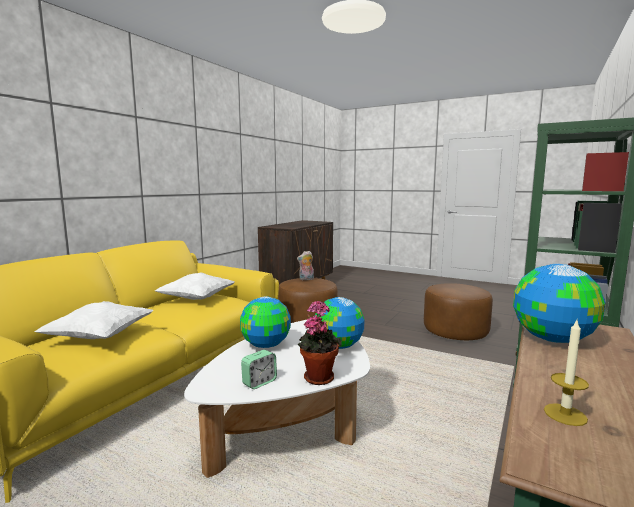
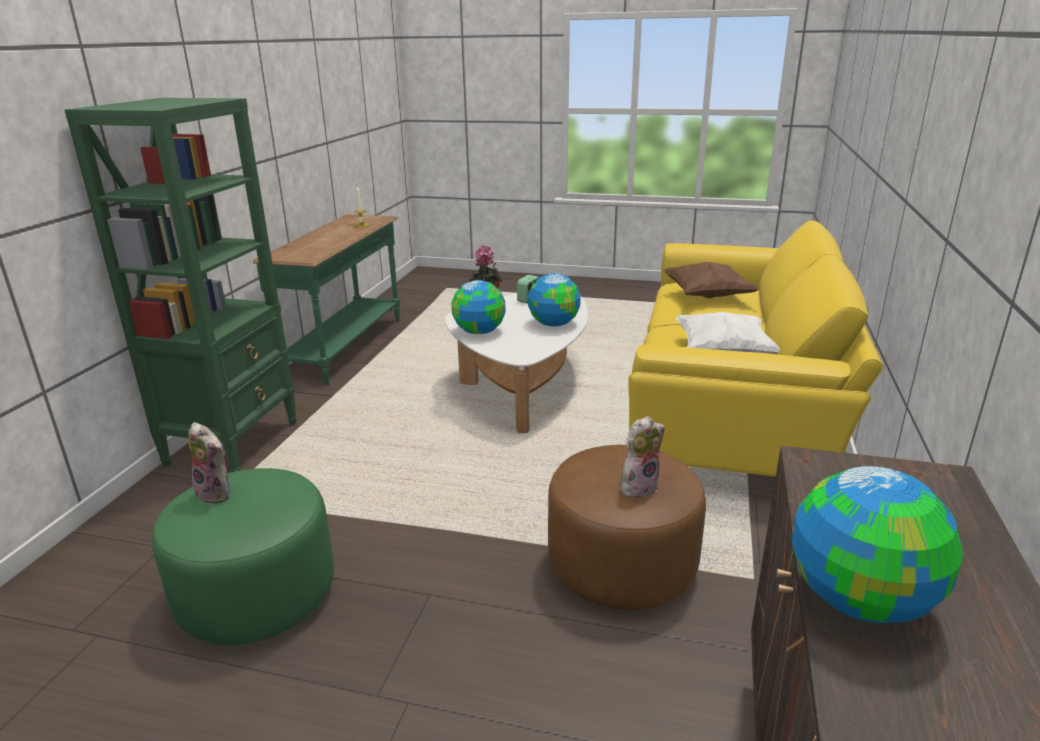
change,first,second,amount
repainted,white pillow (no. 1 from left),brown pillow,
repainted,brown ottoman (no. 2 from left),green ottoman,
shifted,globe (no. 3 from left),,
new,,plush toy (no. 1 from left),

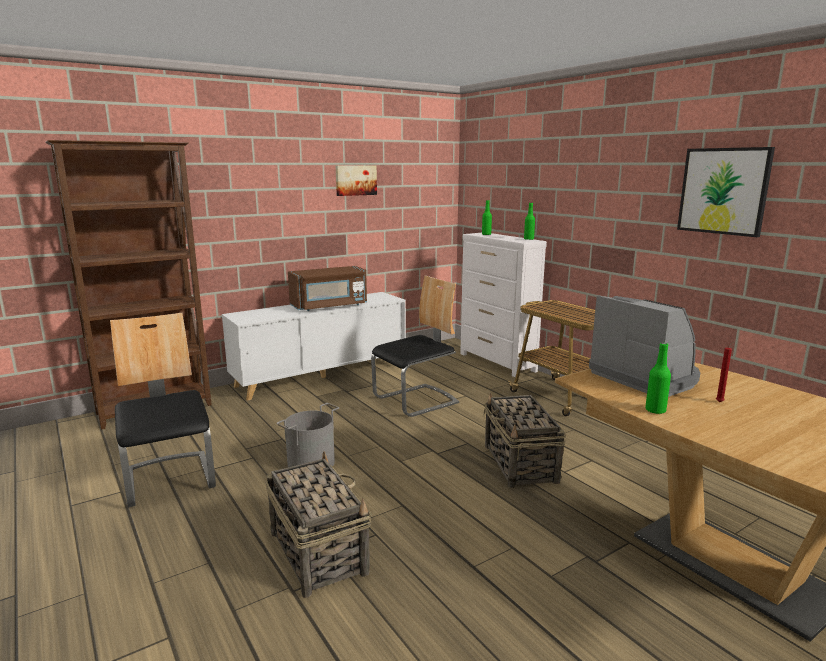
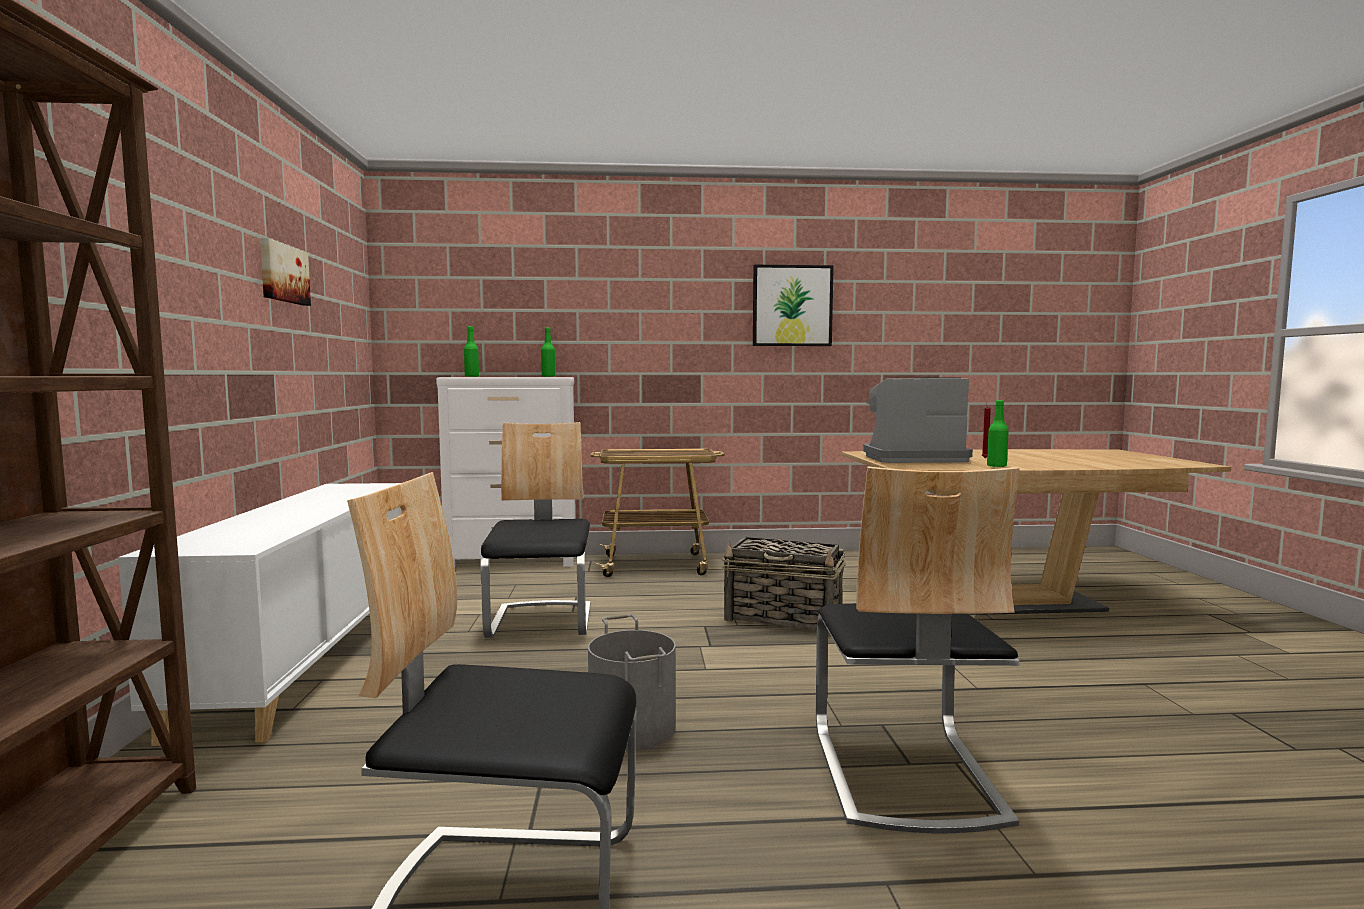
change,first,second,amount
swapped,basket (no. 1 from left),chair (no. 3 from left),
gone,brown microwave,,

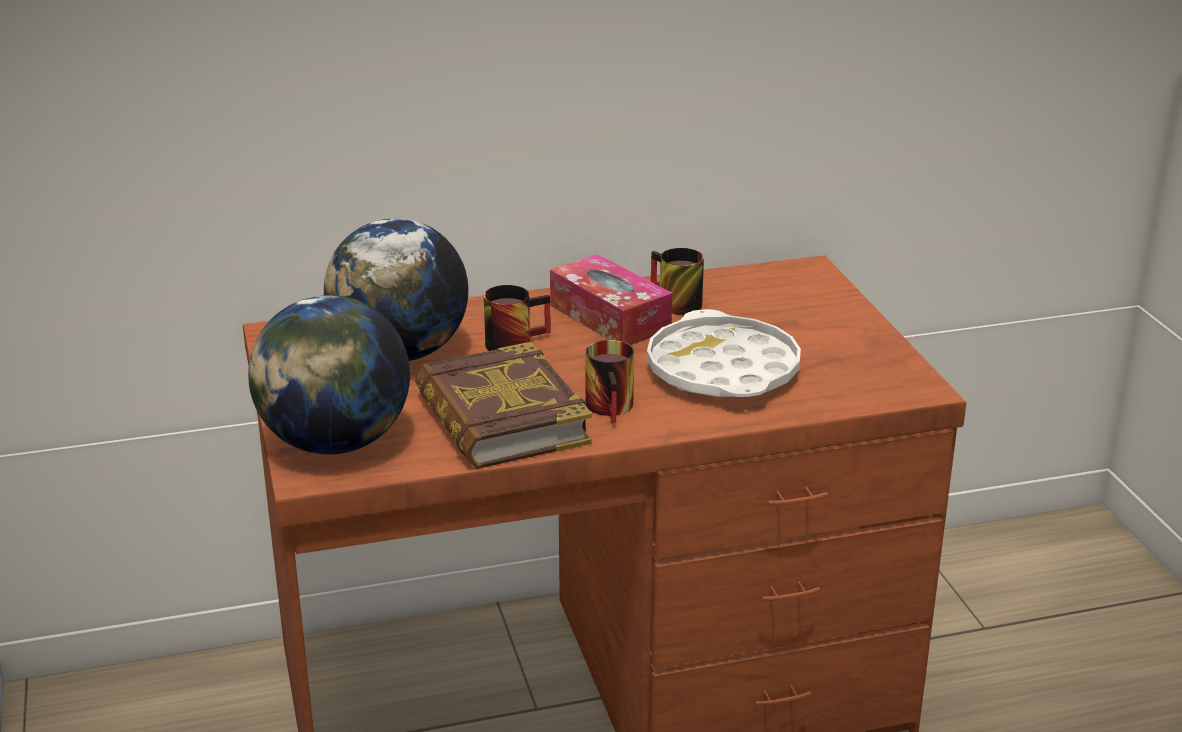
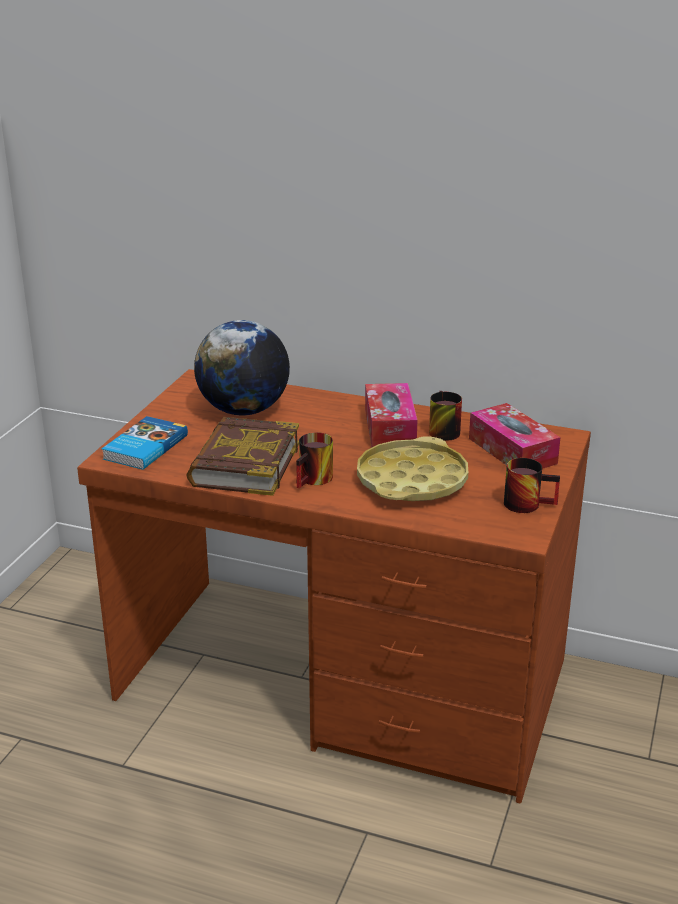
change,first,second,amount
swapped,globe (no. 1 from left),book (no. 1 from left),
shifted,mug (no. 1 from left in the first image),mug (no. 3 from left),
repainted,white tray,yellow tray,
new,,tissue box (no. 2 from left),

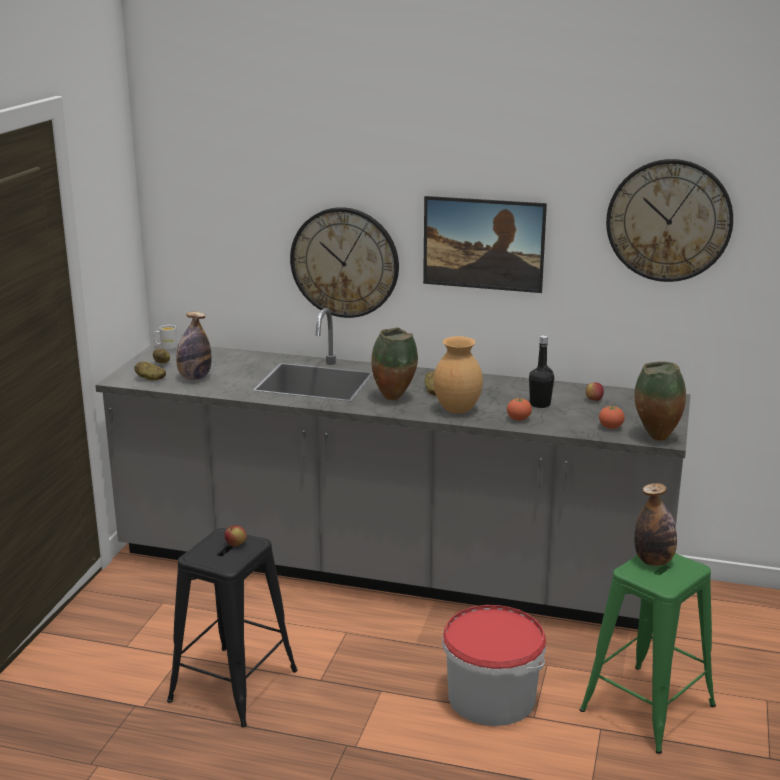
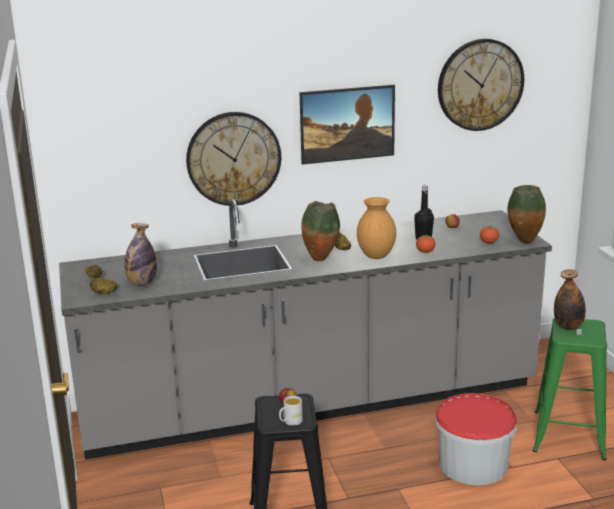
change,first,second,amount
shifted,white mug,,

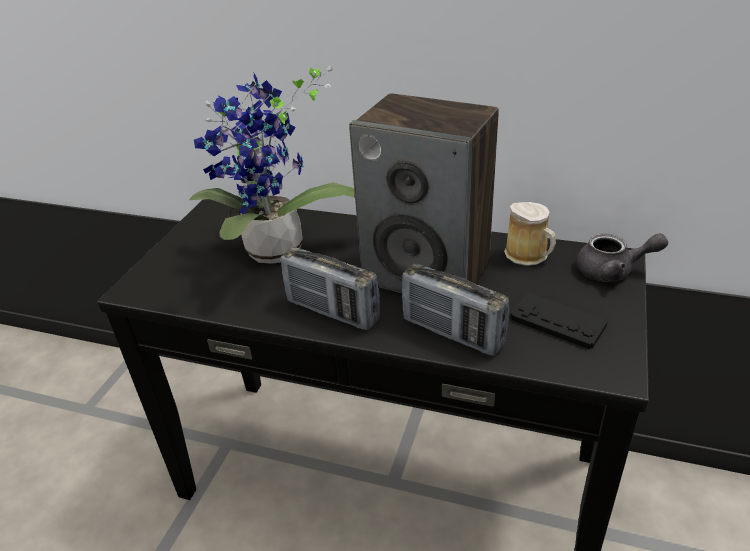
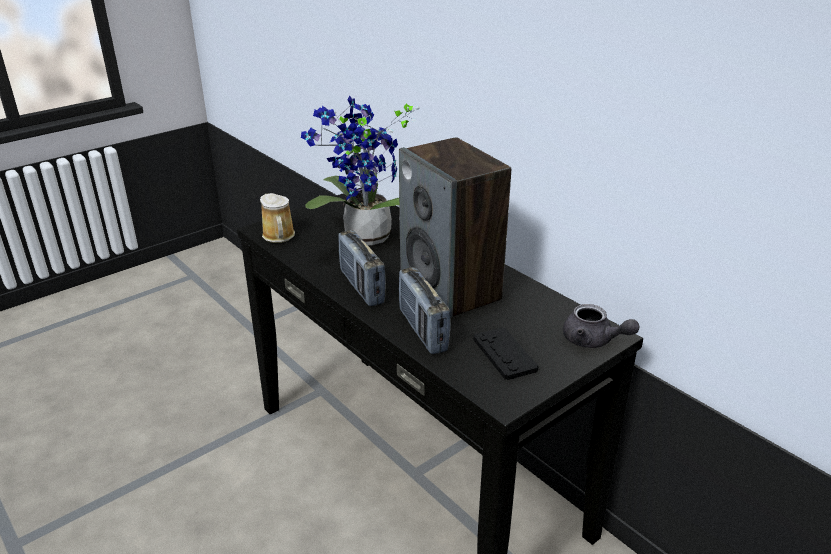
change,first,second,amount
shifted,mug,,

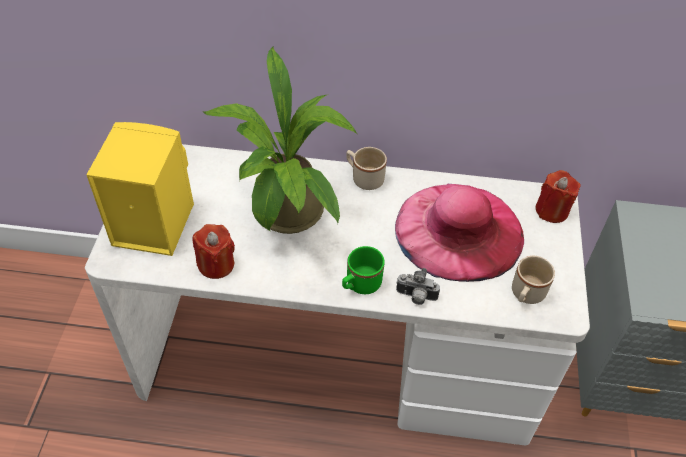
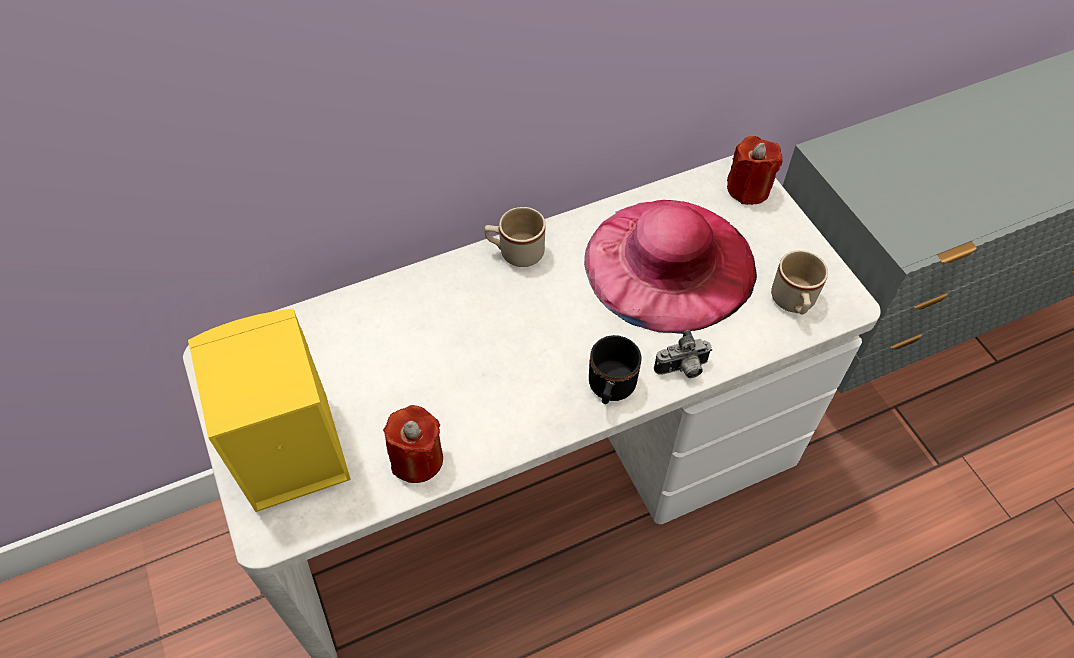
change,first,second,amount
gone,potted plant,,
repainted,green mug,black mug,

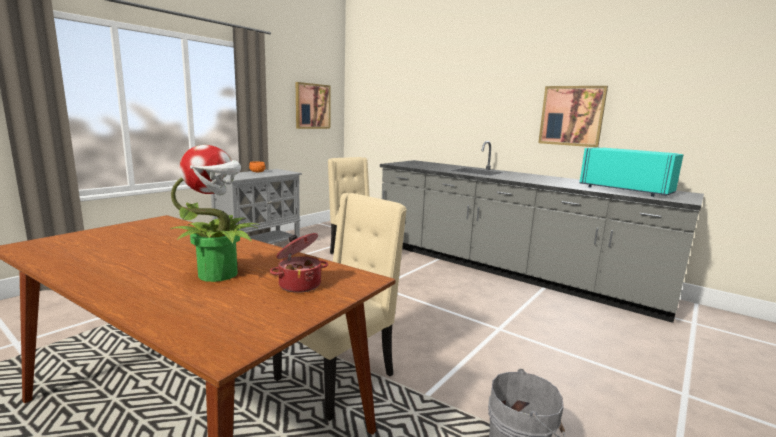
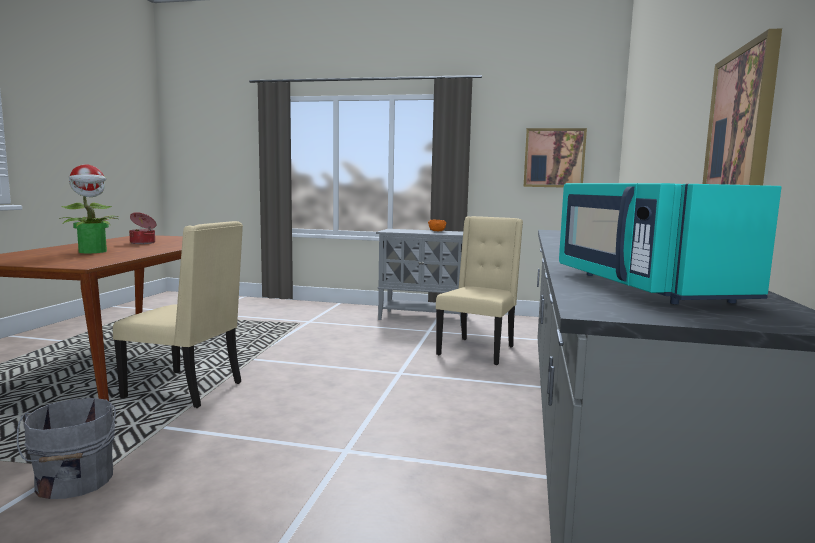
change,first,second,amount
shifted,cooking pot,,
rotated,turquoise microwave,,150 degrees clockwise

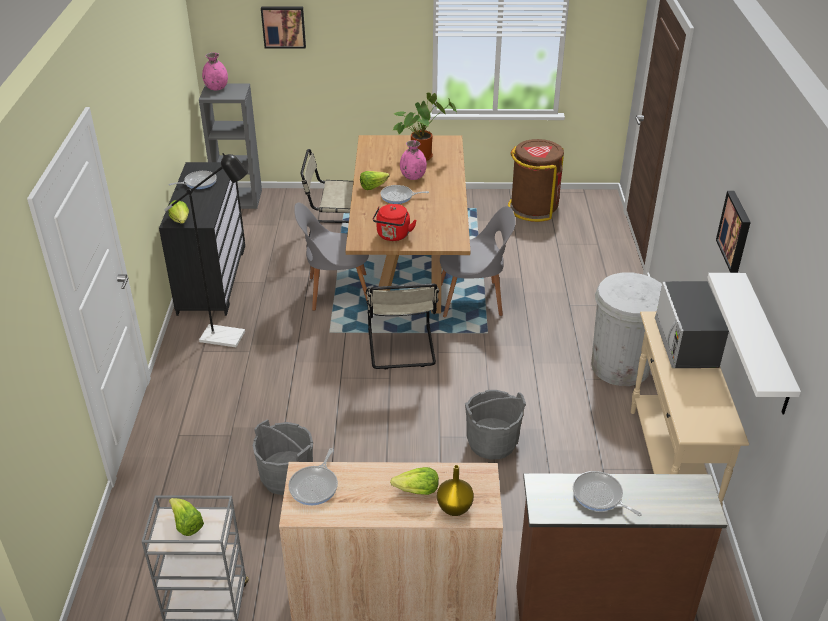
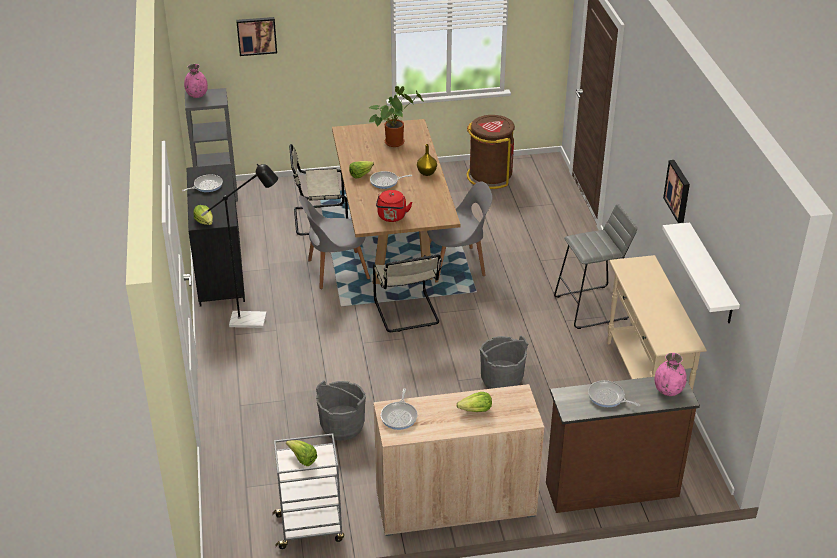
change,first,second,amount
shifted,pink vase (no. 2 from left),,
shifted,yellow vase,,
swapped,white trash can,grey stool,
gone,microwave,,

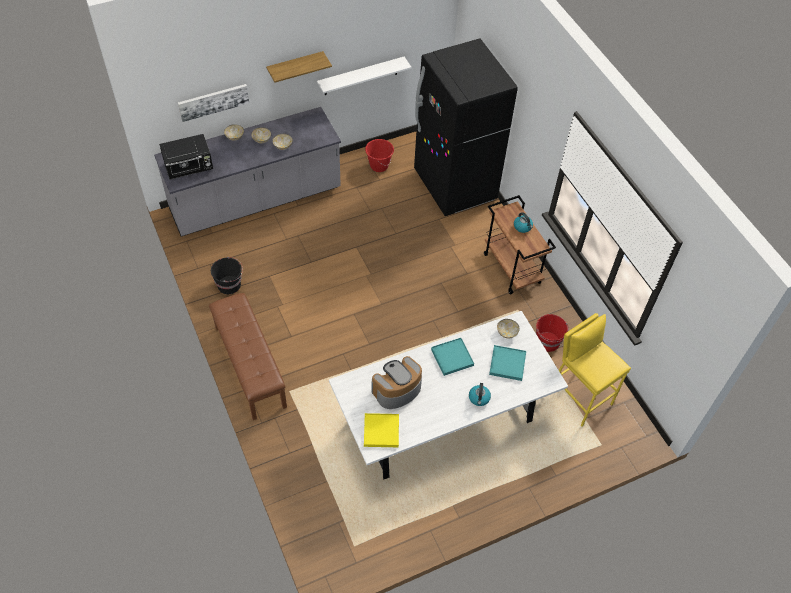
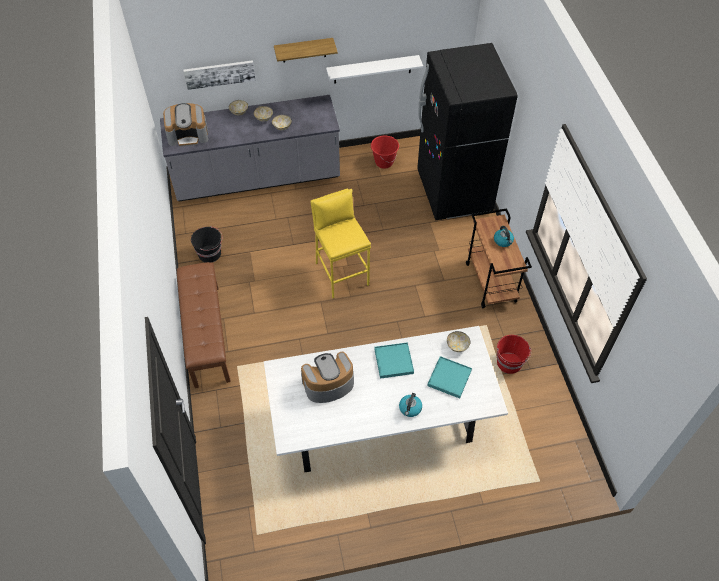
change,first,second,amount
swapped,black microwave,coffee machine (no. 1 from left),
gone,yellow tray,,
shifted,yellow stool,,

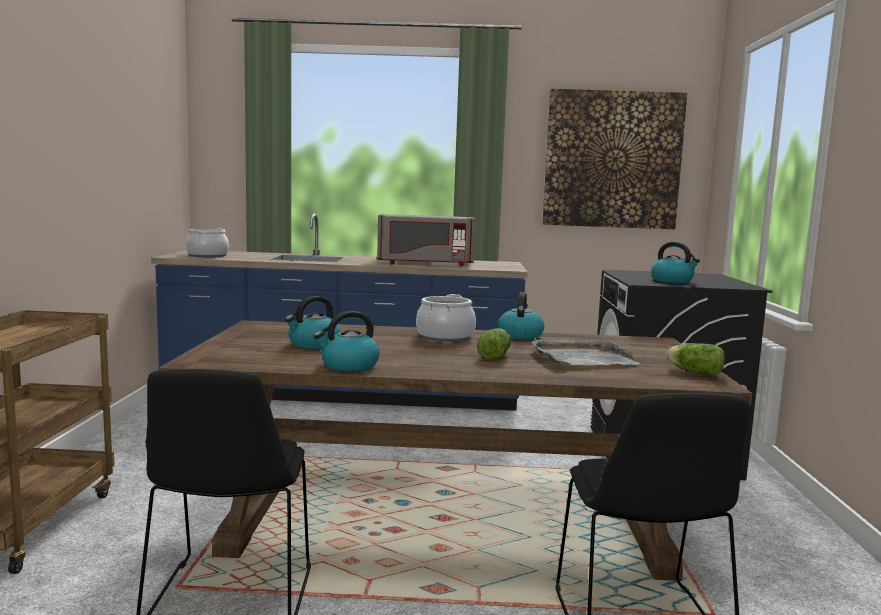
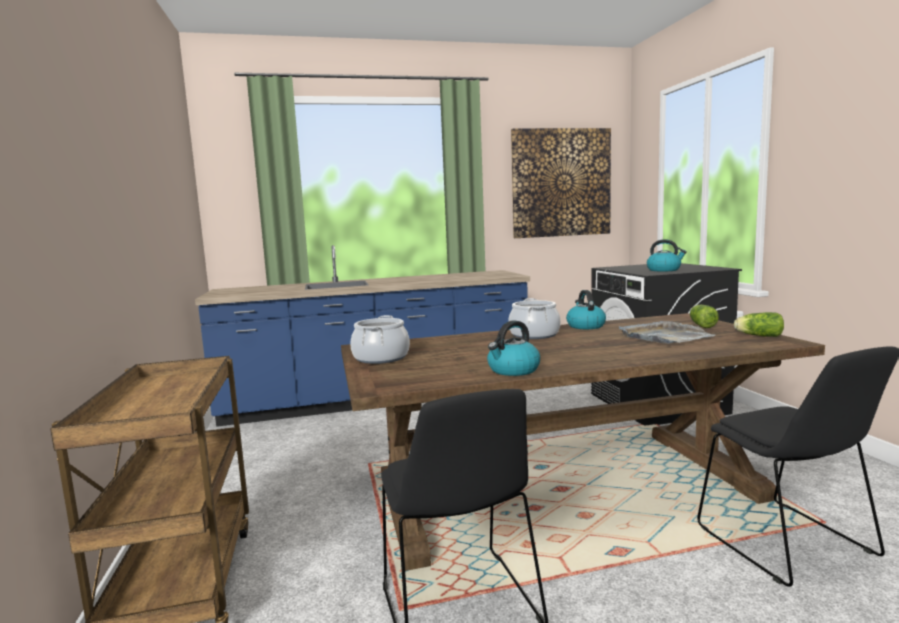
change,first,second,amount
shifted,cooking pot (no. 1 from left),,
gone,kettle (no. 1 from left),,
gone,grey microwave,,
shifted,lettuce (no. 1 from left),,

